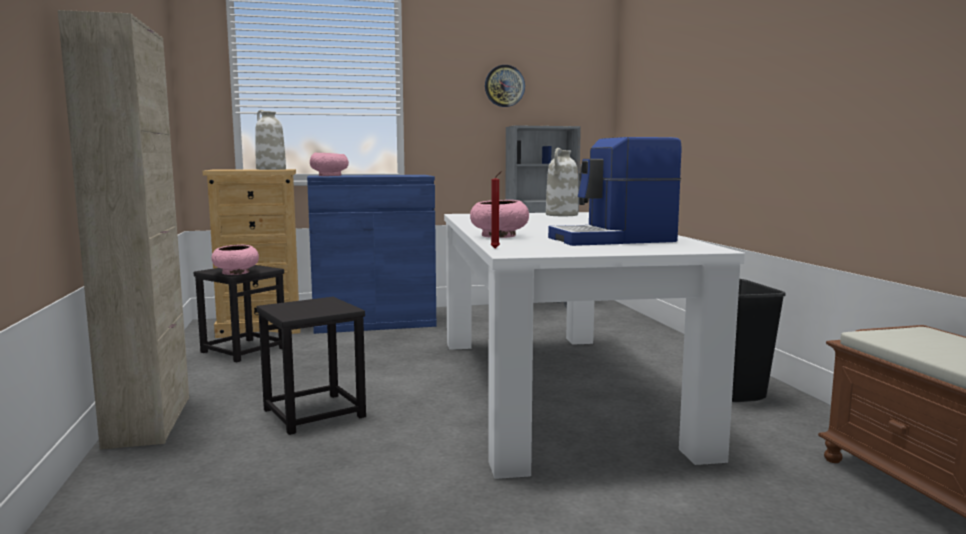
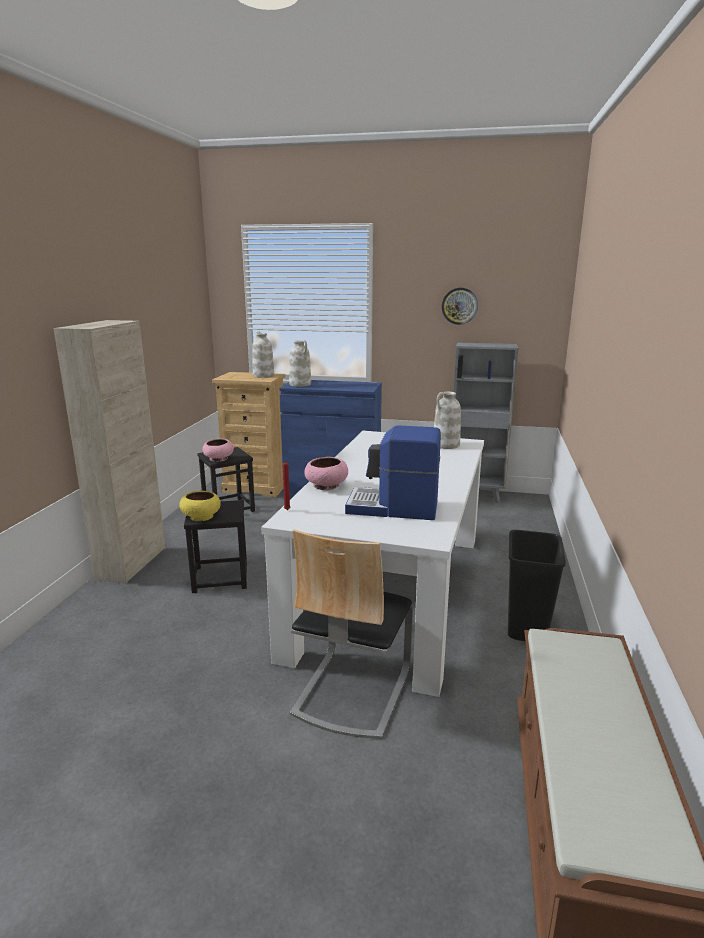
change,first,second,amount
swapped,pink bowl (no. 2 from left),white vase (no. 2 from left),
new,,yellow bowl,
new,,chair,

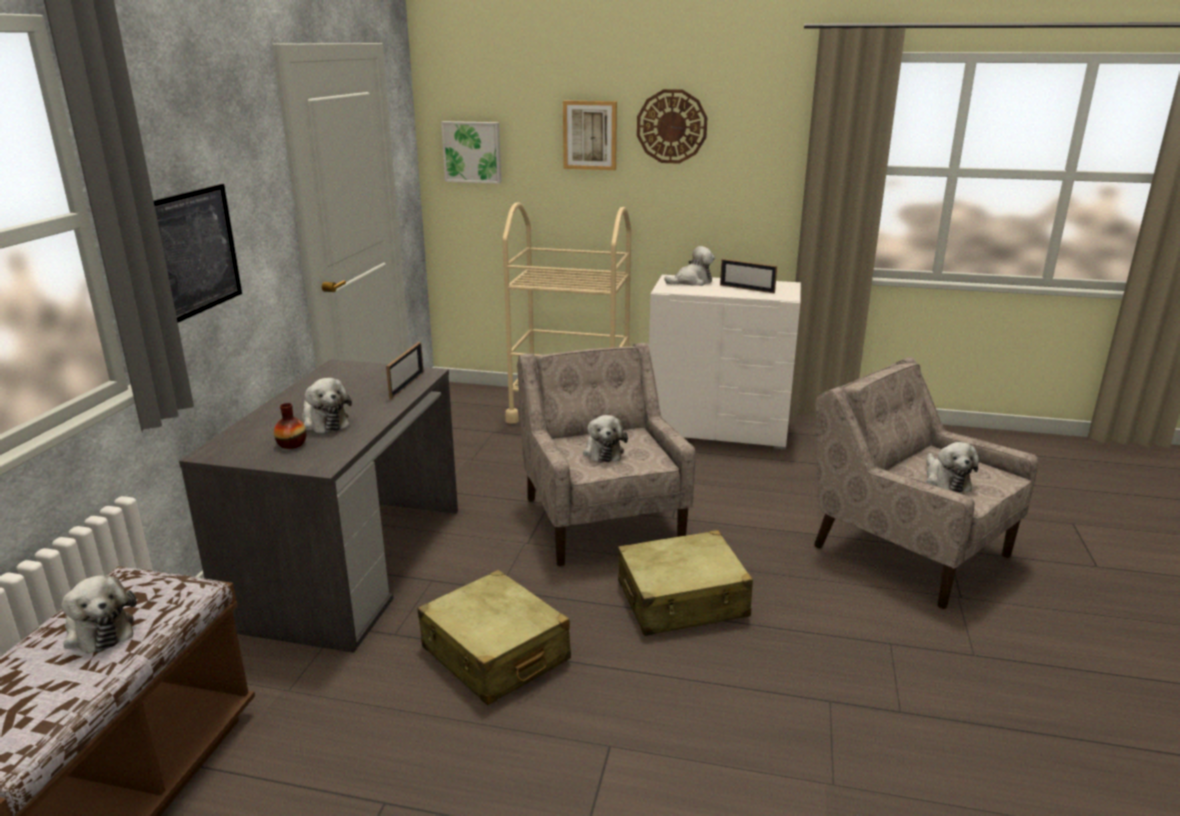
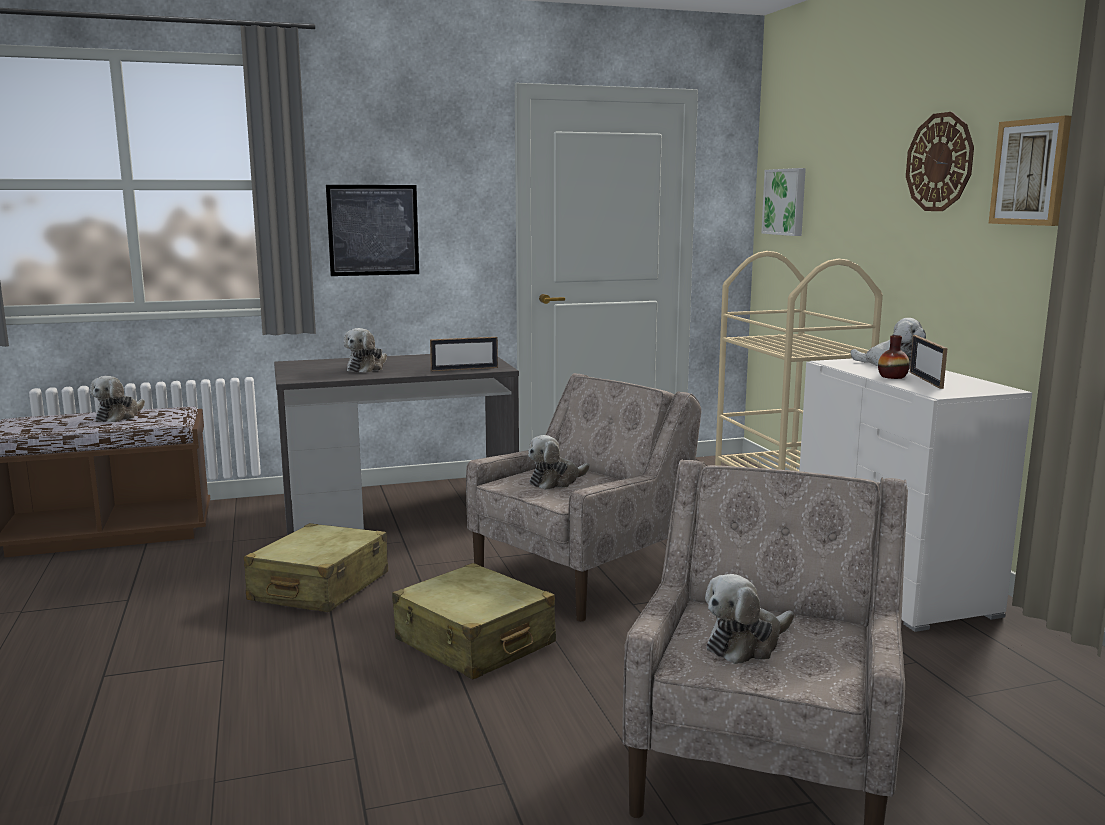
change,first,second,amount
shifted,vase,,
shifted,picture (no. 3 from left),,

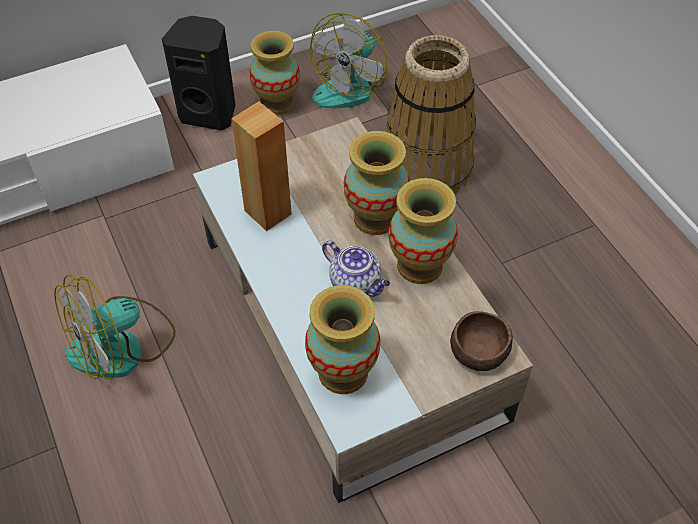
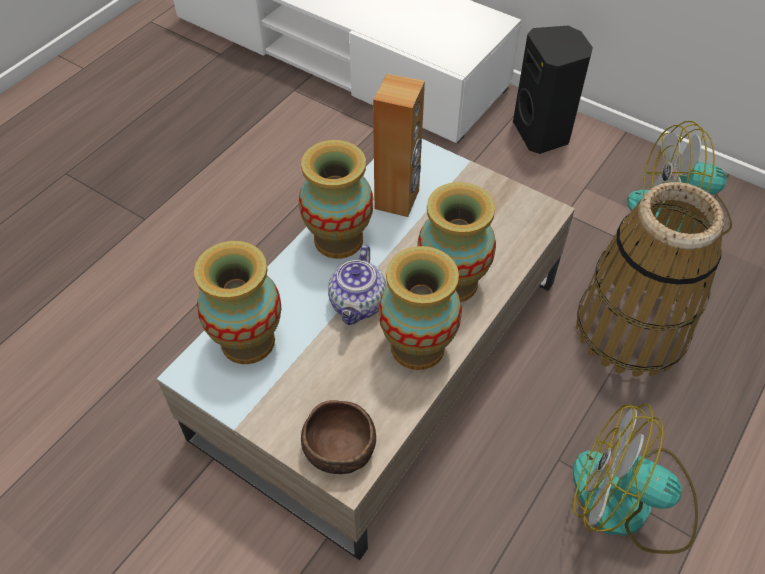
change,first,second,amount
shifted,fan (no. 1 from left),,
shifted,vase (no. 1 from left in the first image),vase (no. 2 from left),

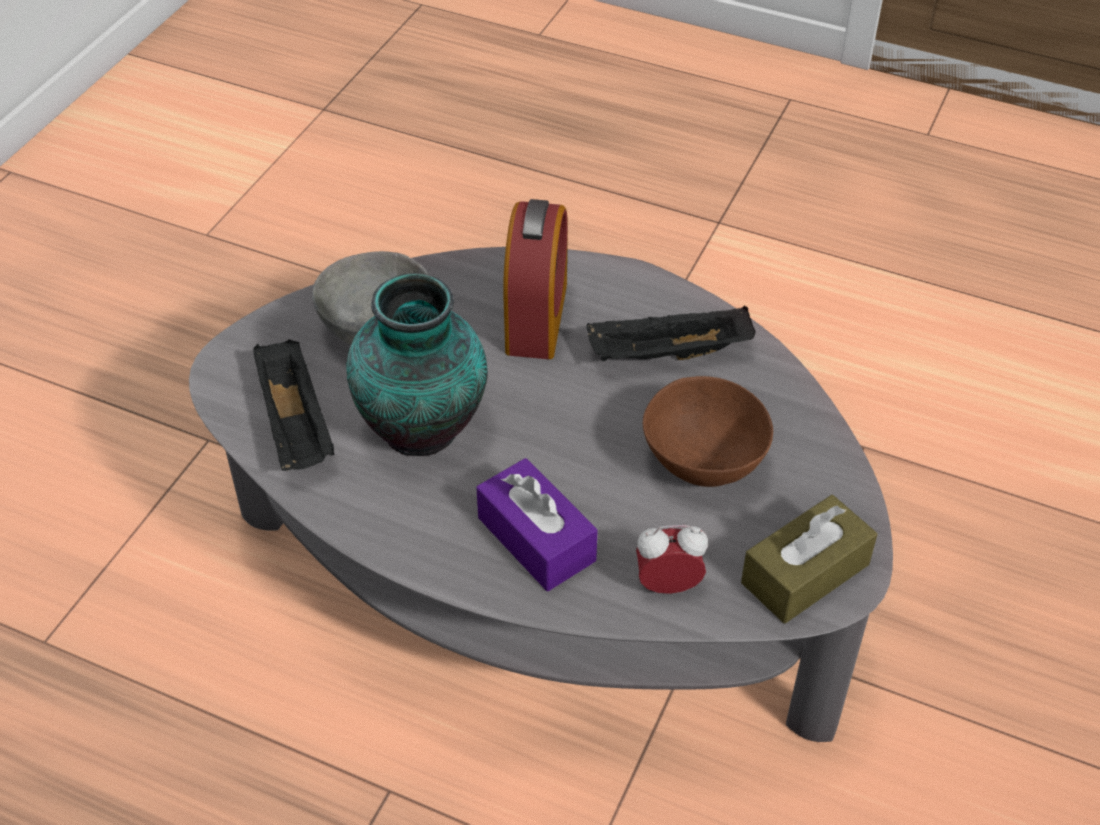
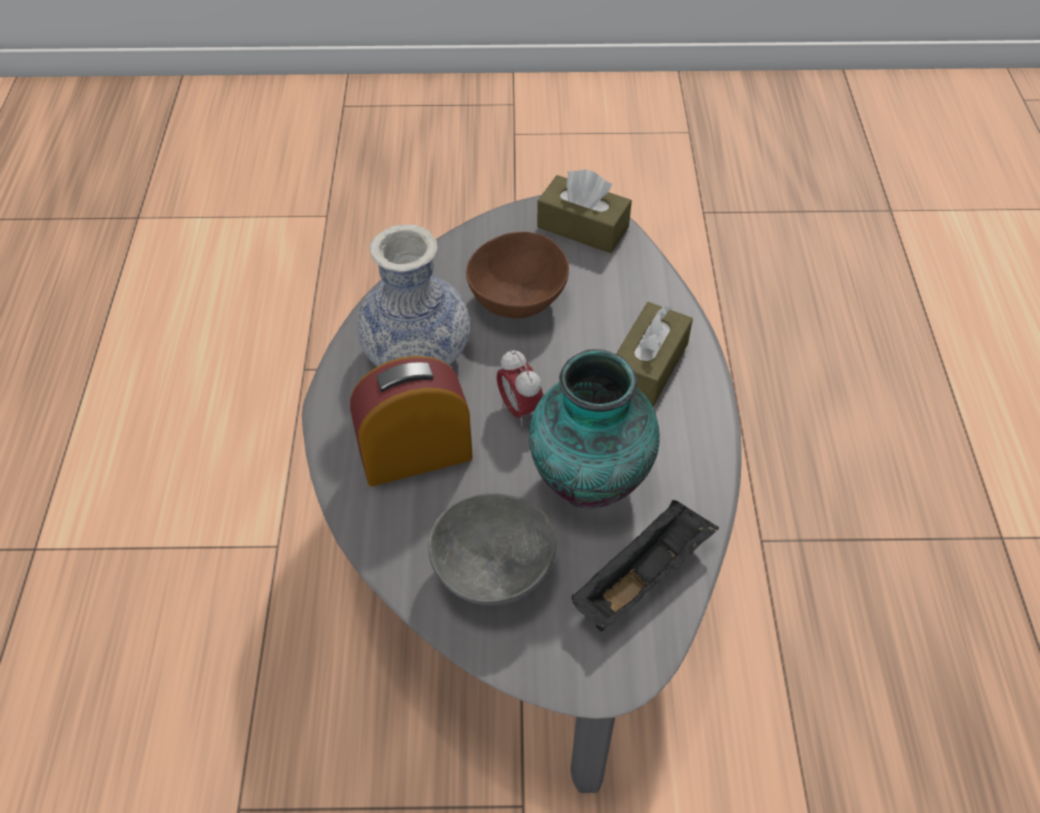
change,first,second,amount
repainted,purple tissue box,brown tissue box (no. 2 from left),
swapped,black tray (no. 2 from left),vase (no. 1 from left),
shifted,alarm clock (no. 2 from left),,

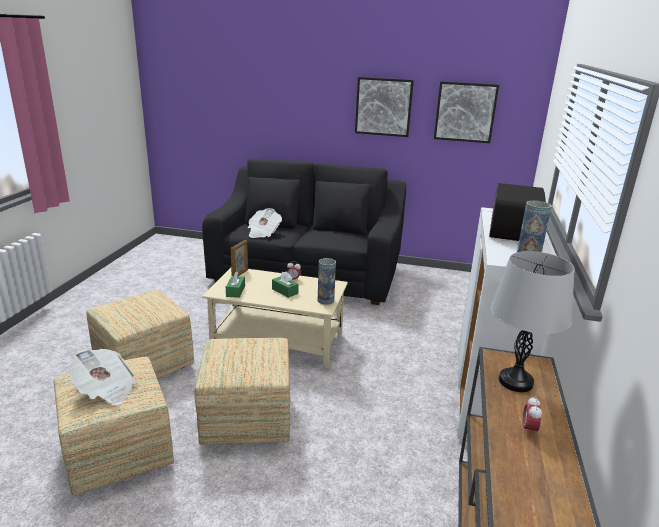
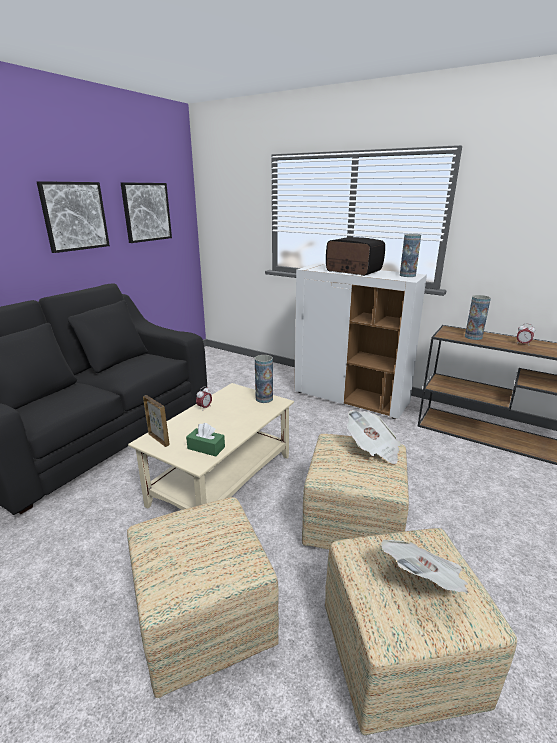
change,first,second,amount
shifted,newspaper (no. 2 from left in the first image),newspaper (no. 1 from left),
gone,green tissue box (no. 2 from left),,
swapped,grey table lamp,vase (no. 3 from left),

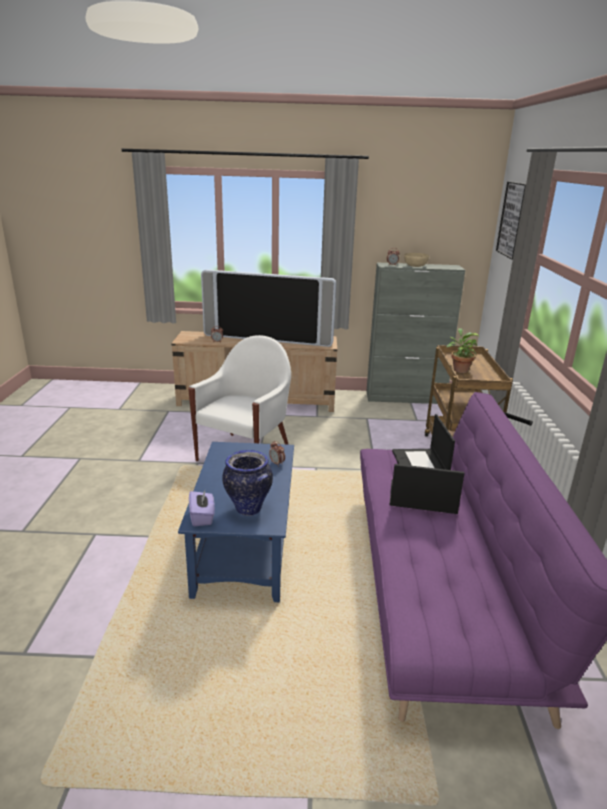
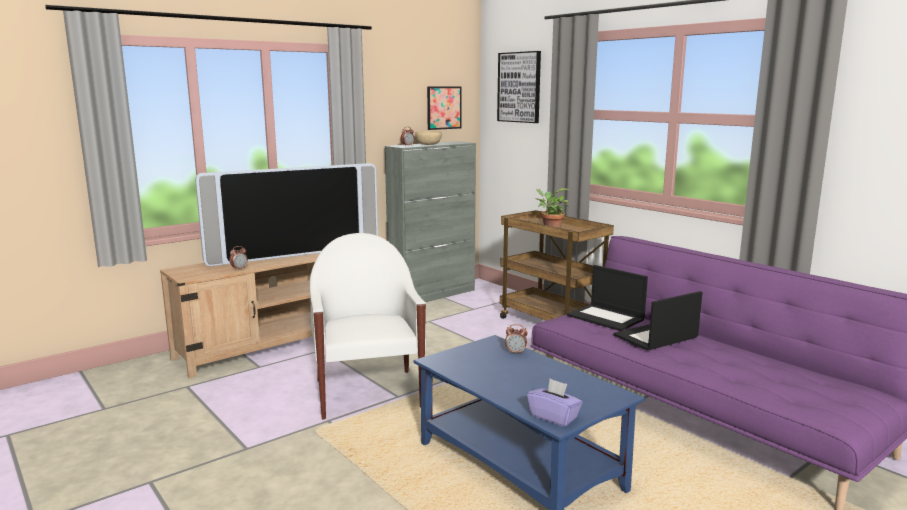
change,first,second,amount
gone,vase,,
new,,picture (no. 1 from left),

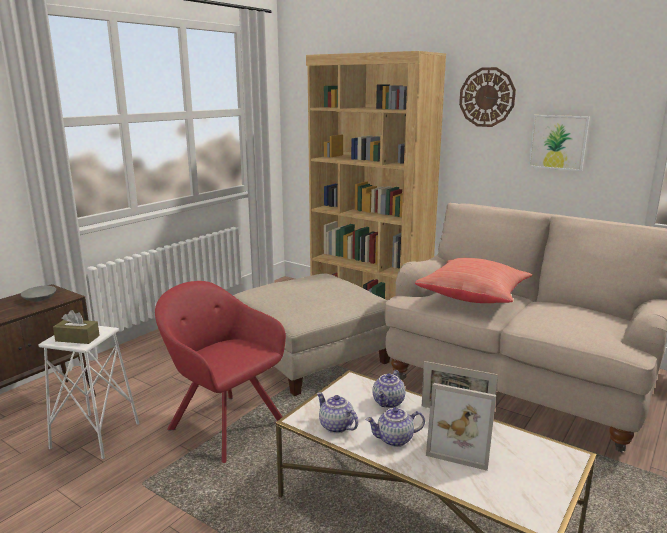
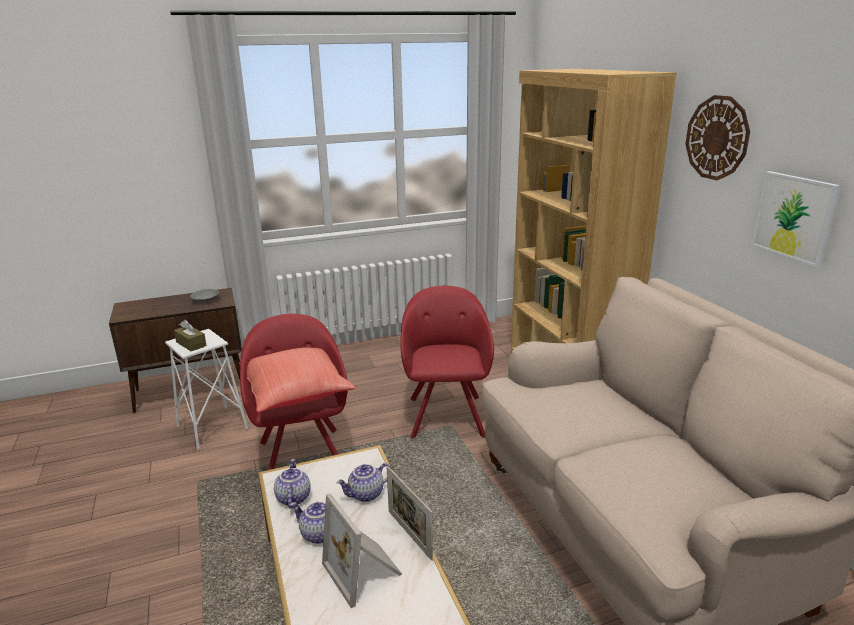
change,first,second,amount
swapped,beige ottoman,red armchair (no. 2 from left),
shifted,red pillow,,

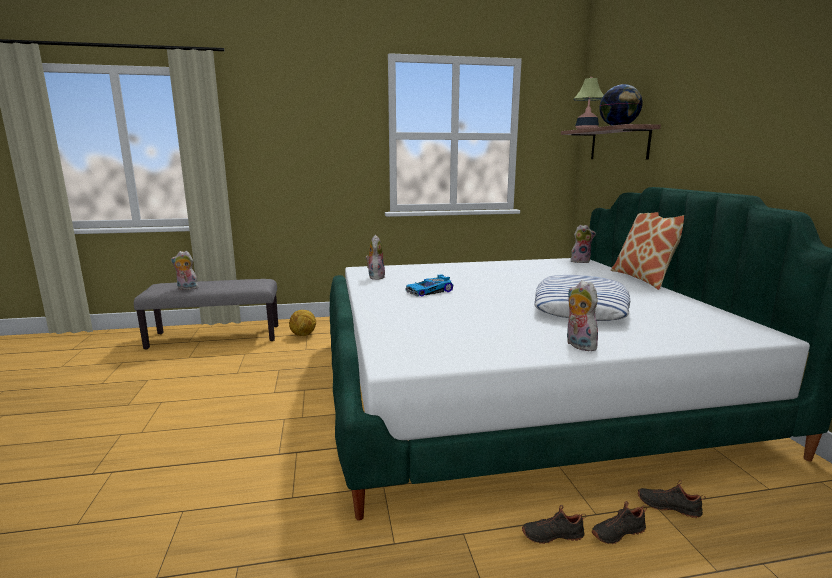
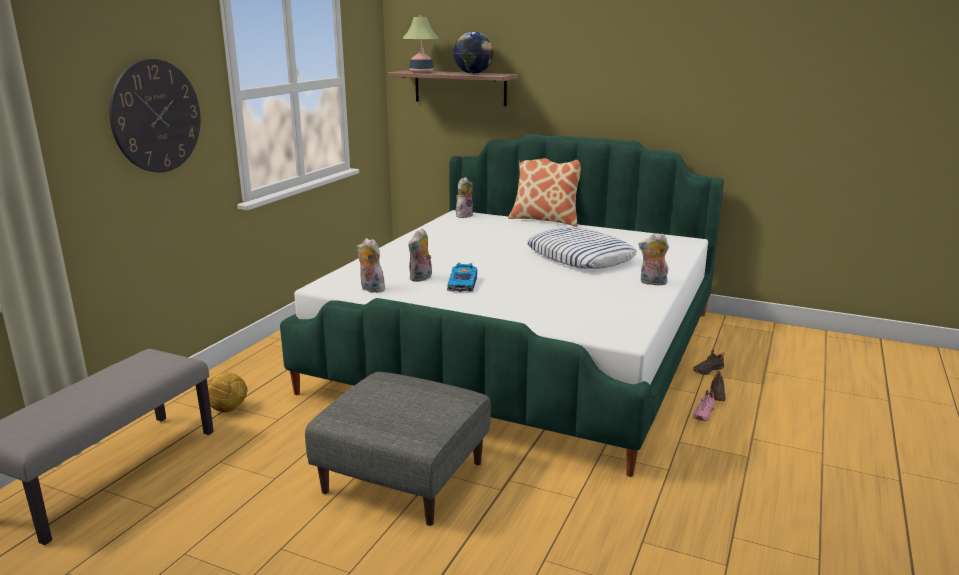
change,first,second,amount
shifted,plush toy (no. 1 from left in the first image),plush toy (no. 2 from left),
repainted,black shoe (no. 1 from left),pink shoe,
new,,wall clock,
new,,grey ottoman,

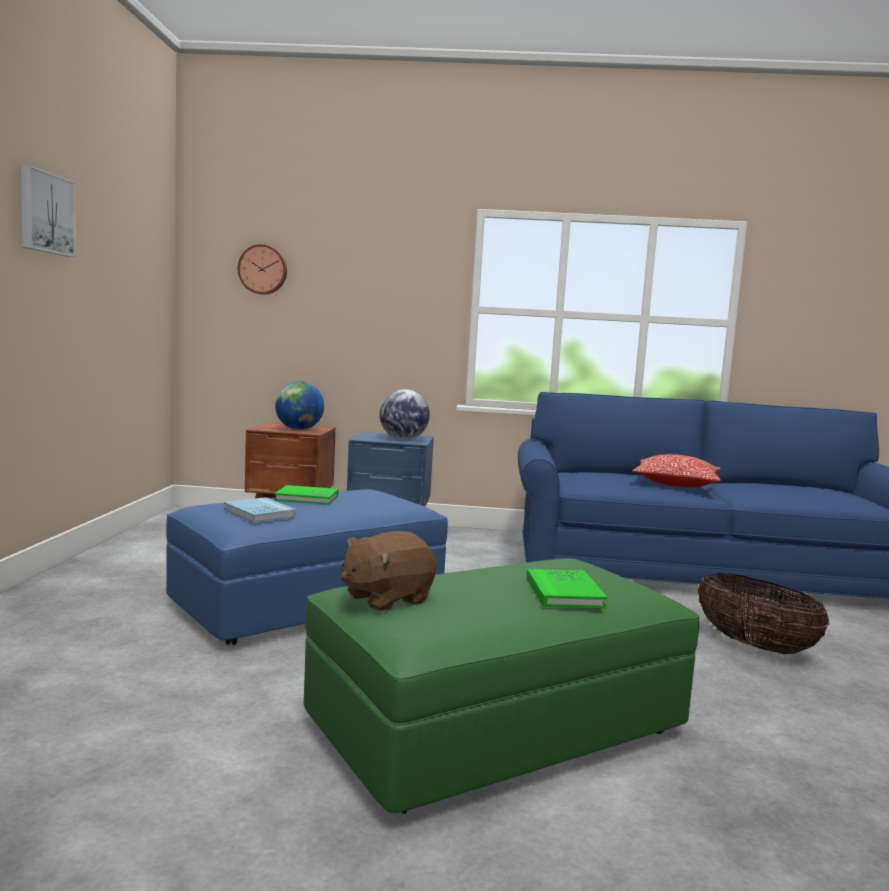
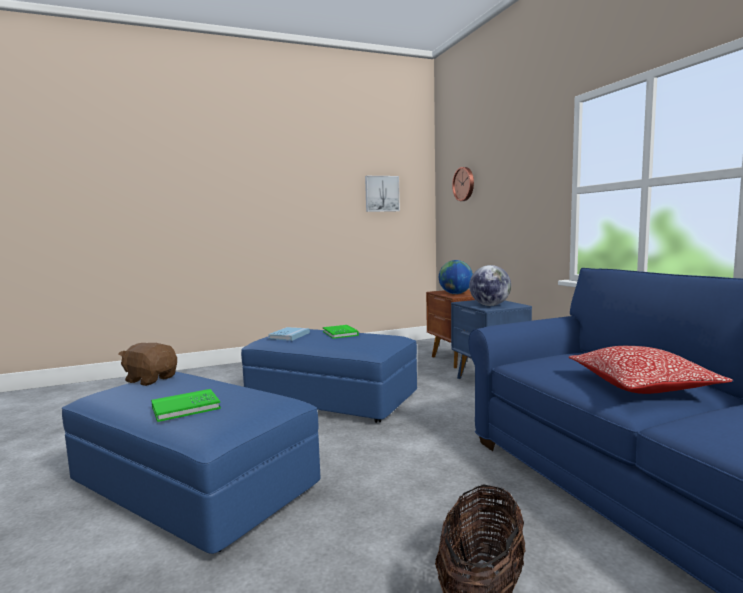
change,first,second,amount
shifted,picture,,
repainted,green ottoman,blue ottoman (no. 1 from left),

